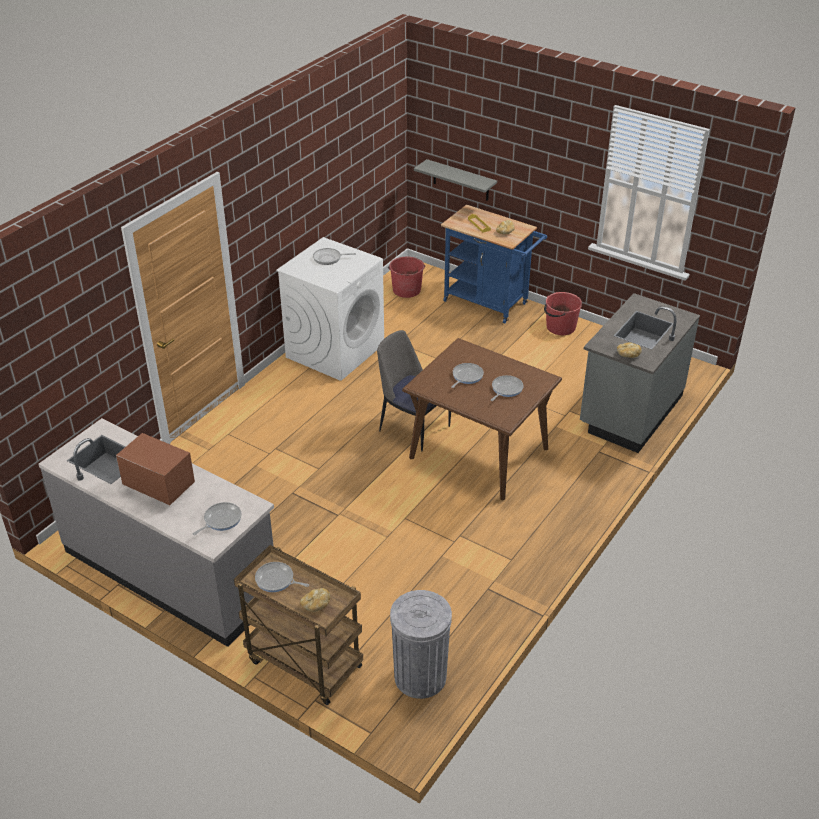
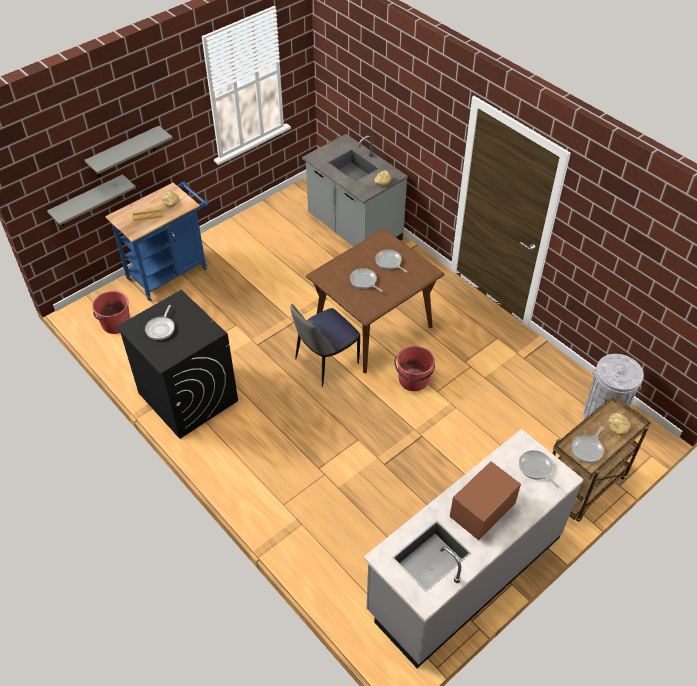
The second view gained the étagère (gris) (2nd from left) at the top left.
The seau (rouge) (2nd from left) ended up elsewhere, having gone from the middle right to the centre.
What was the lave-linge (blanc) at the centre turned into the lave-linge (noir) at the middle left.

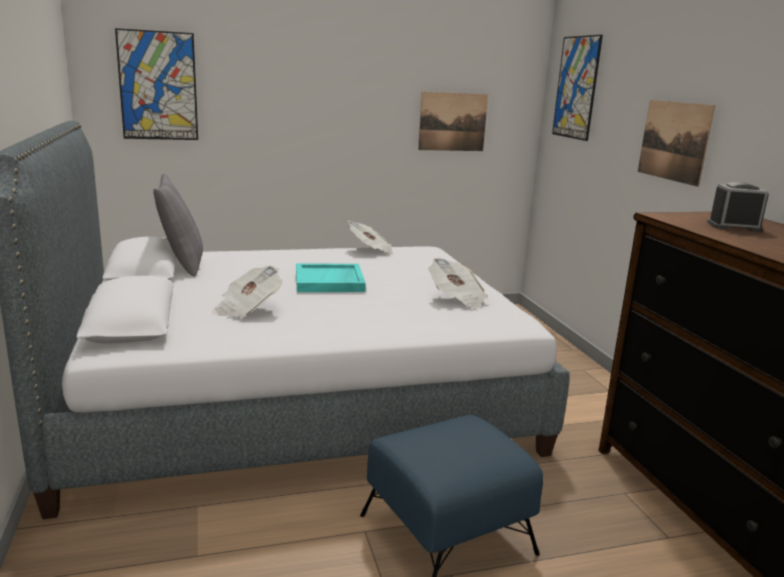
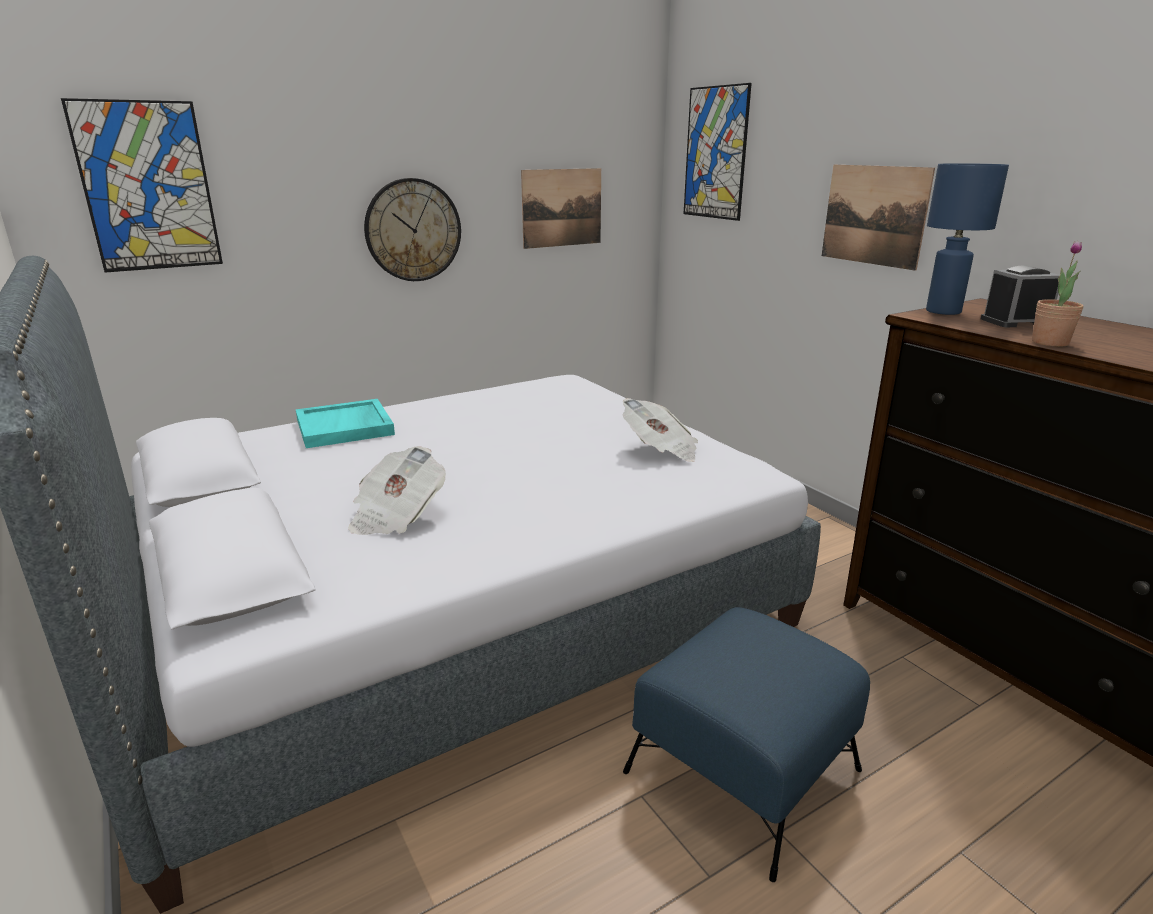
The second view lost the coussin (gris) at the middle left.
The second view lost the journal (2nd from left) at the centre.
The second view gained the horloge murale at the top centre.
The second view gained the lampe de table (bleu) at the top right.
The second view gained the plante en pot at the top right.
The plateau (turquoise) ended up elsewhere, having gone from the centre to the middle left.

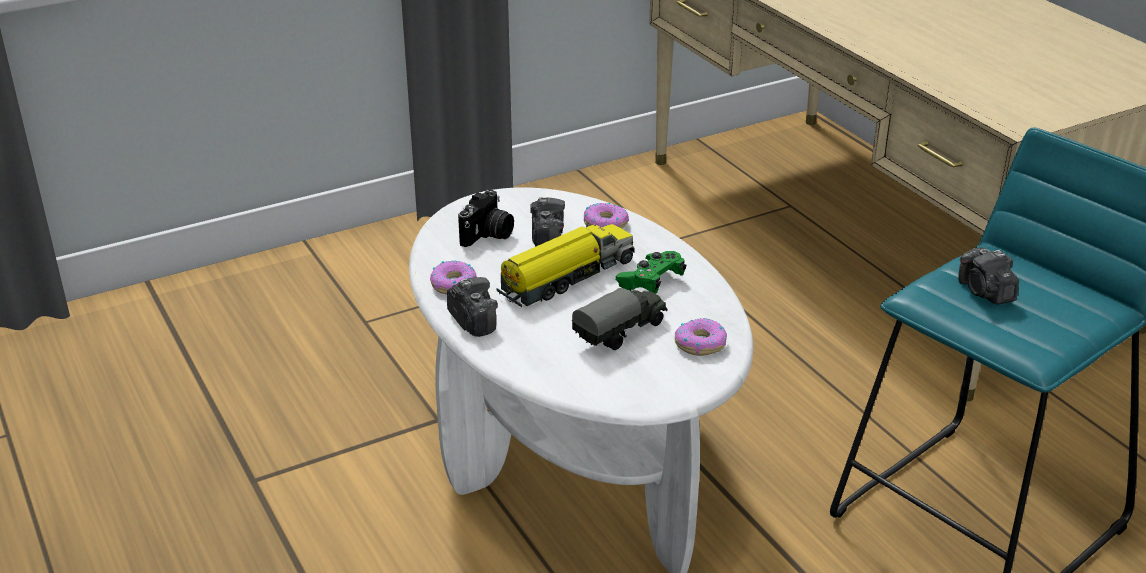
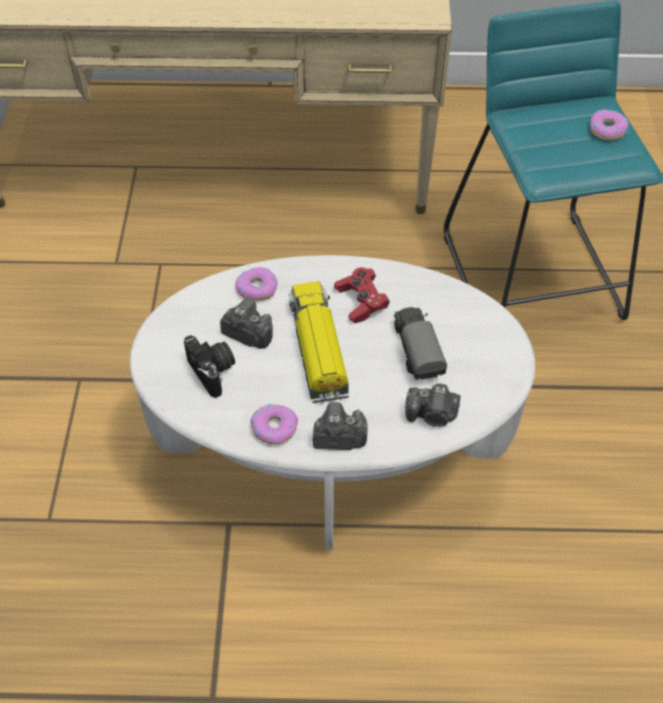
The beignet (3rd from left) ended up elsewhere, having gone from the centre to the top right.
The appareil photo (4th from left) ended up elsewhere, having gone from the middle right to the centre.
What was the manette (vert) at the centre turned into the manette (rouge) at the centre.

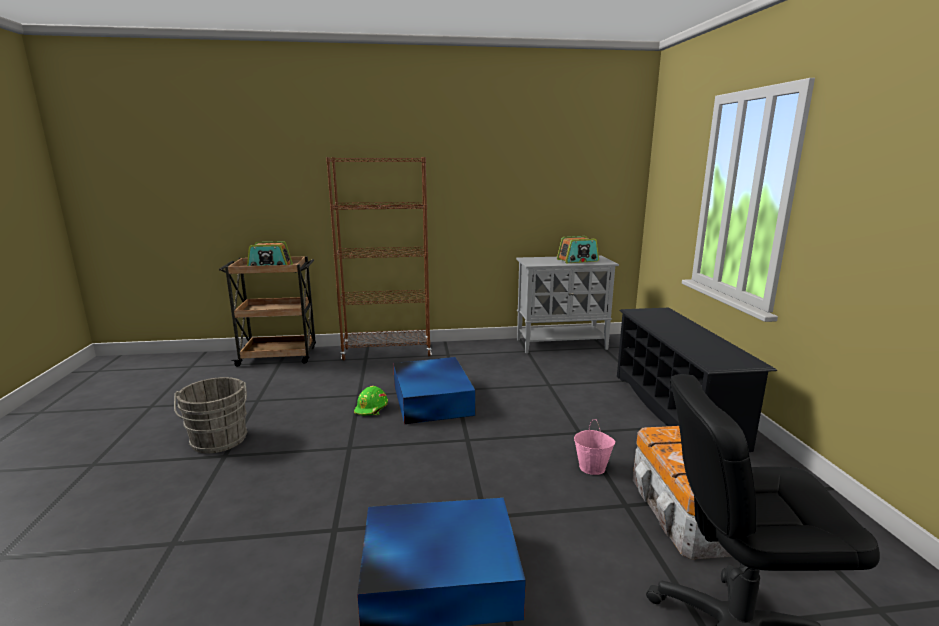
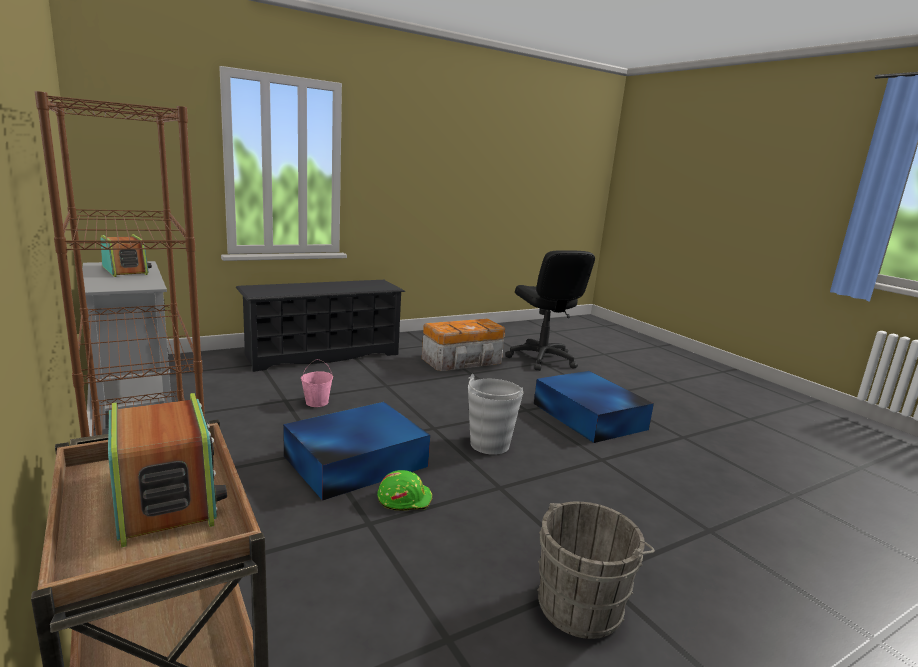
The second view gained the seau (gris) (1st from left) at the centre.
The seau (rose) ended up elsewhere, having gone from the bottom centre to the centre.

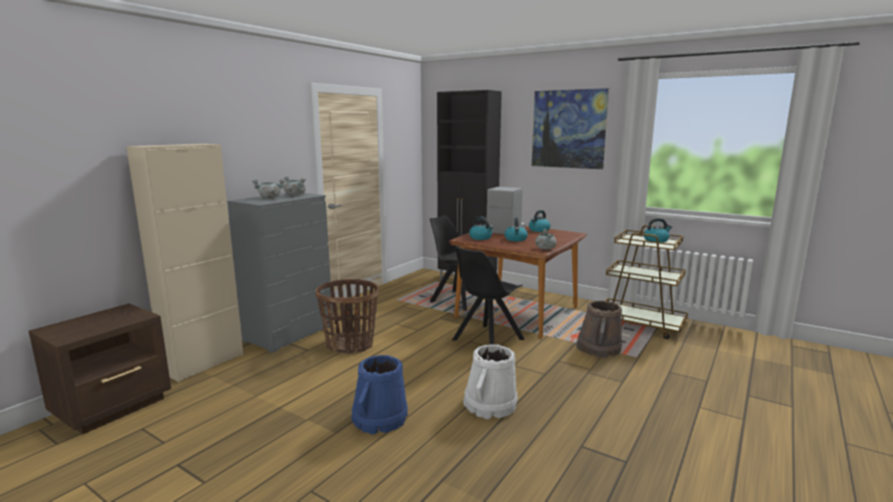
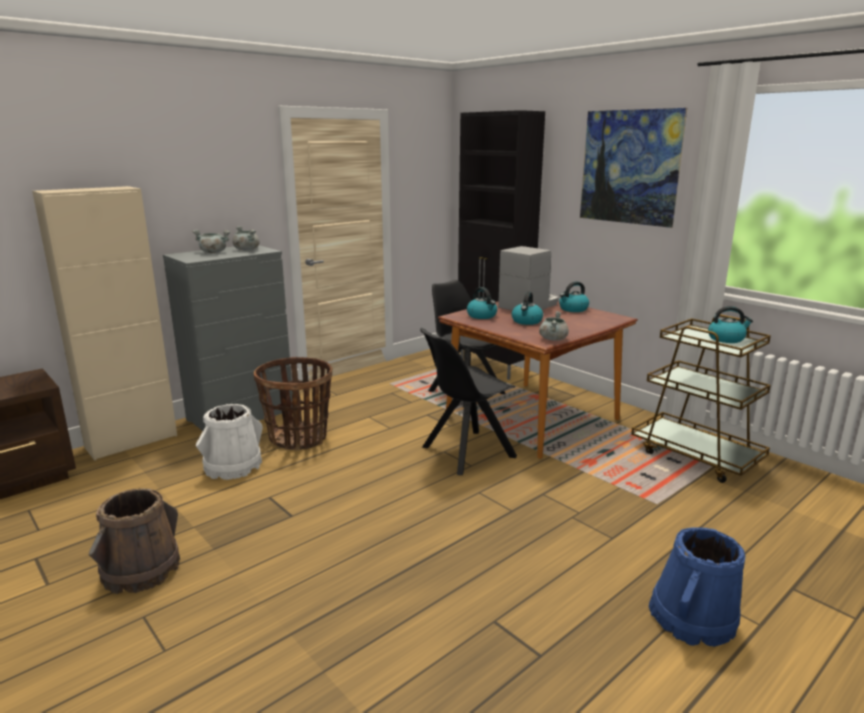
The seau (bleu) ended up elsewhere, having gone from the bottom centre to the bottom right.
The seau (blanc) ended up elsewhere, having gone from the bottom centre to the middle left.
The seau (marron) ended up elsewhere, having gone from the middle right to the bottom left.

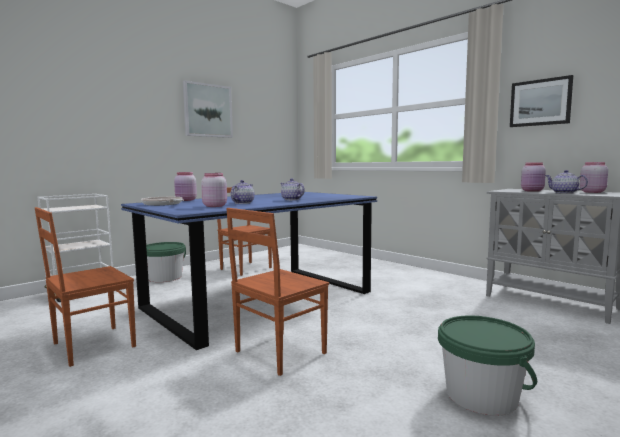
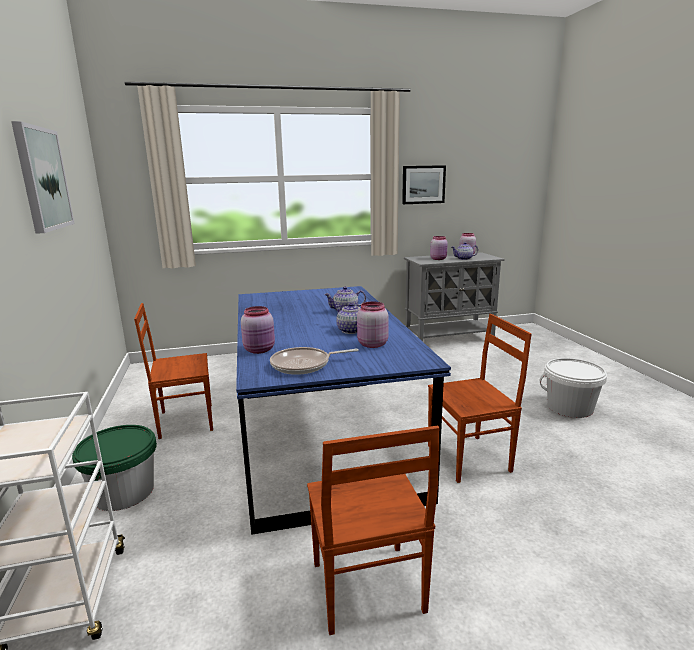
What was the seau (vert) (2nd from left) at the bottom right turned into the seau (blanc) at the middle right.
The chaise (marron) (3rd from left) at the bottom centre ended up facing another way, 90 degrees counterclockwise from before.

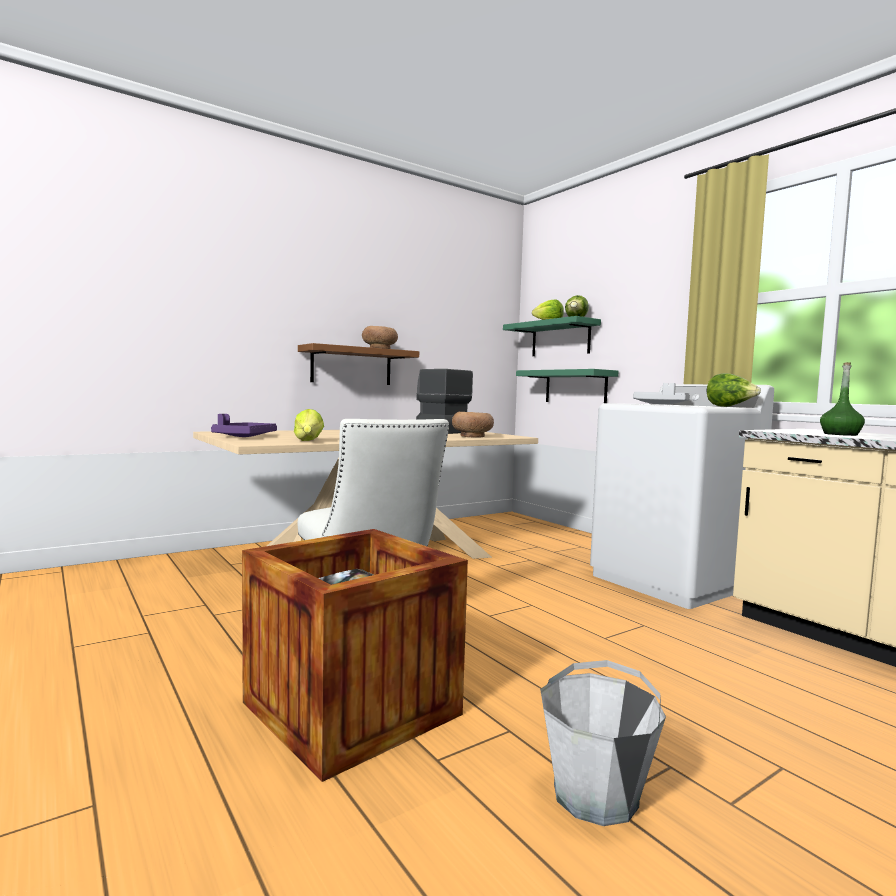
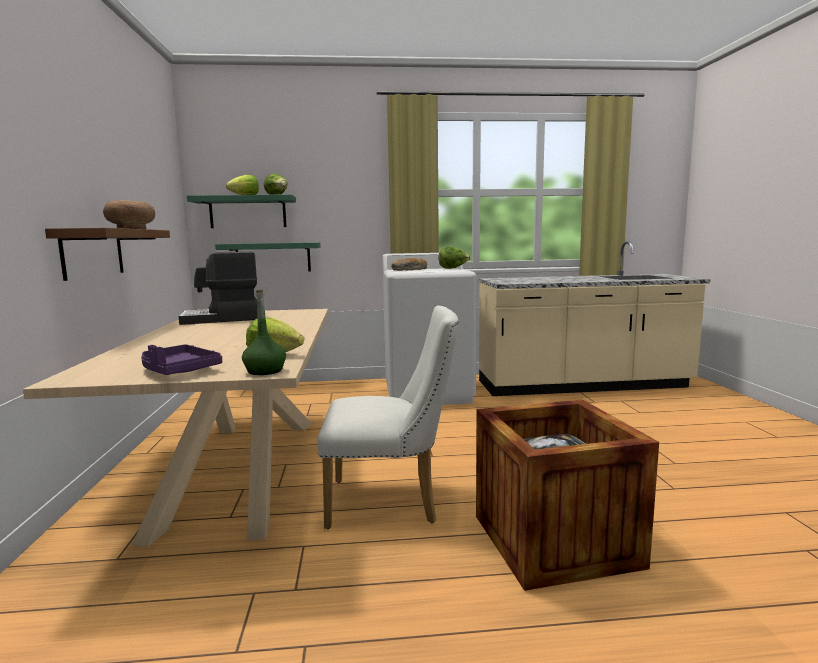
The second view lost the bol (marron) (2nd from left) at the centre.
The second view lost the seau (gris) at the bottom right.
The bouteille (vert) ended up elsewhere, having gone from the middle right to the middle left.
Where the plateau (gris) stood at the middle right, the pain came to stand at the centre.

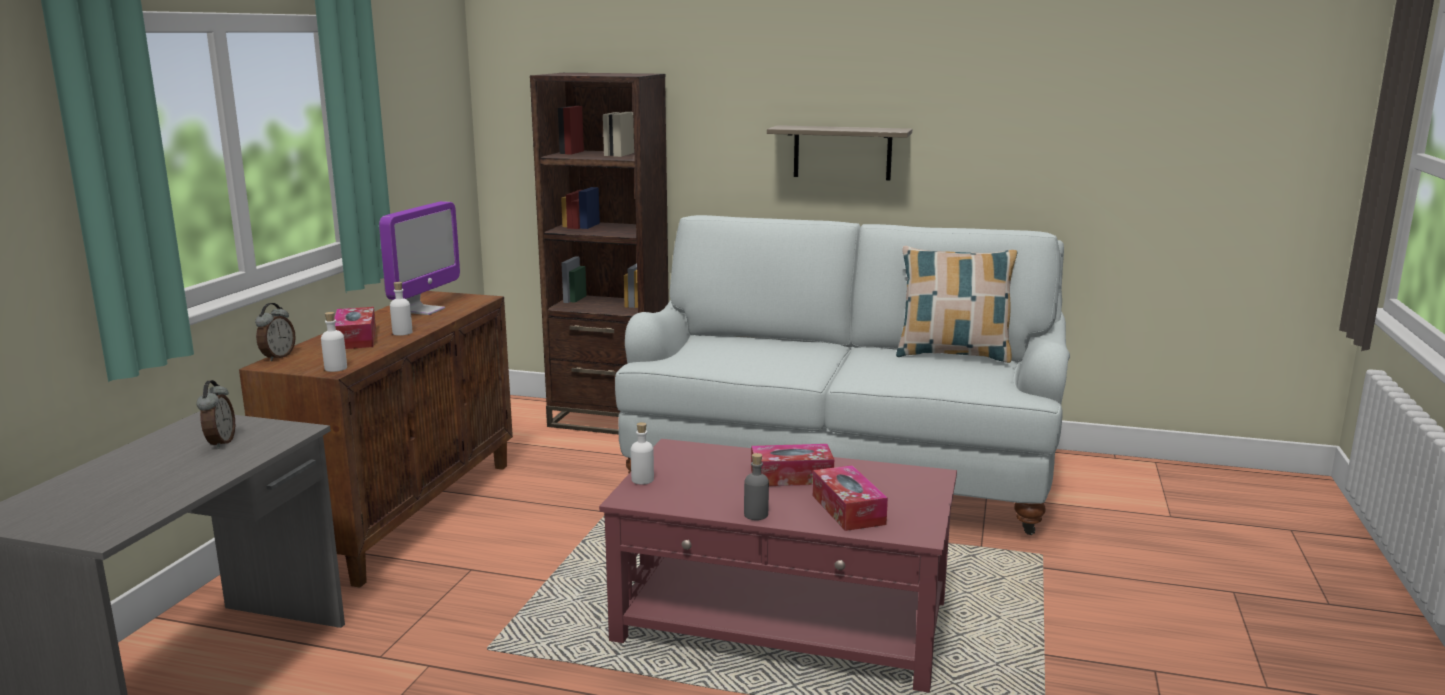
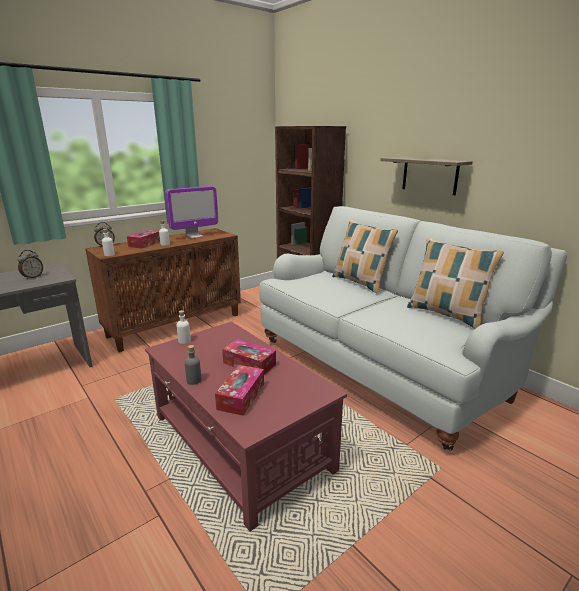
The second view gained the coussin (1st from left) at the centre.

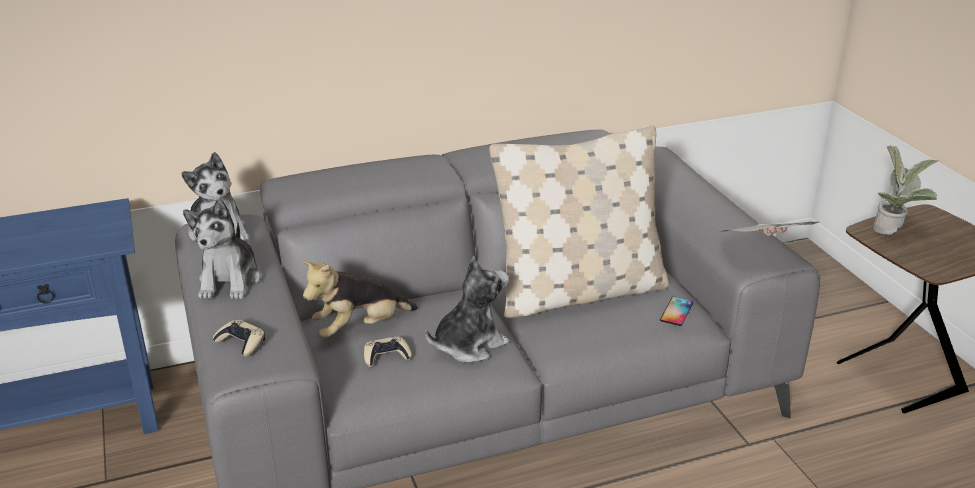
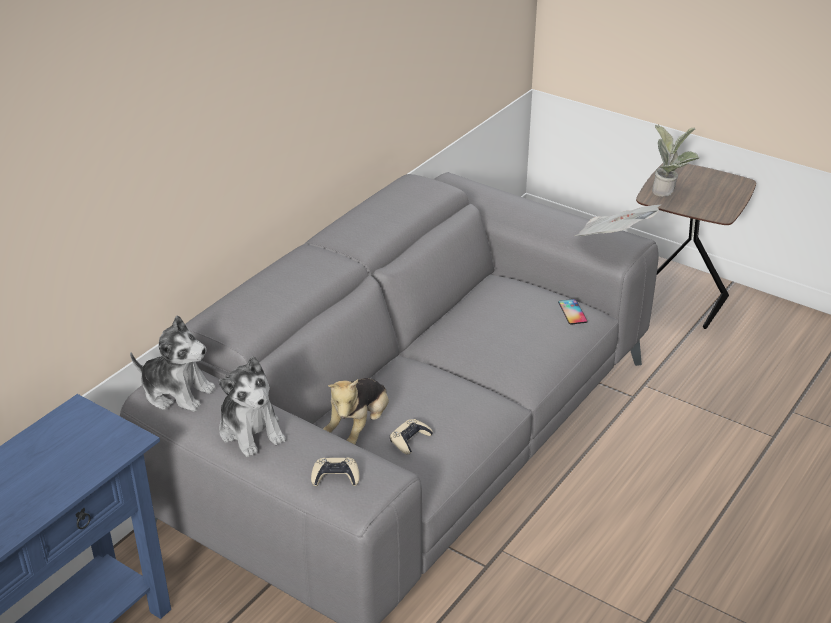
The second view lost the peluche (4th from left) at the centre.
The second view lost the coussin (beige) at the centre.

